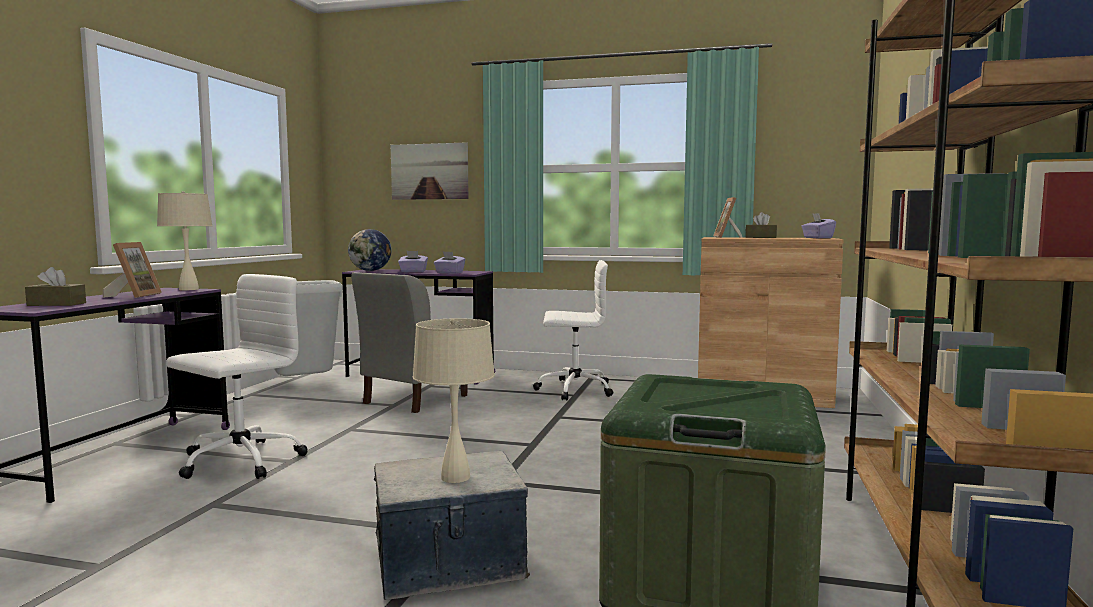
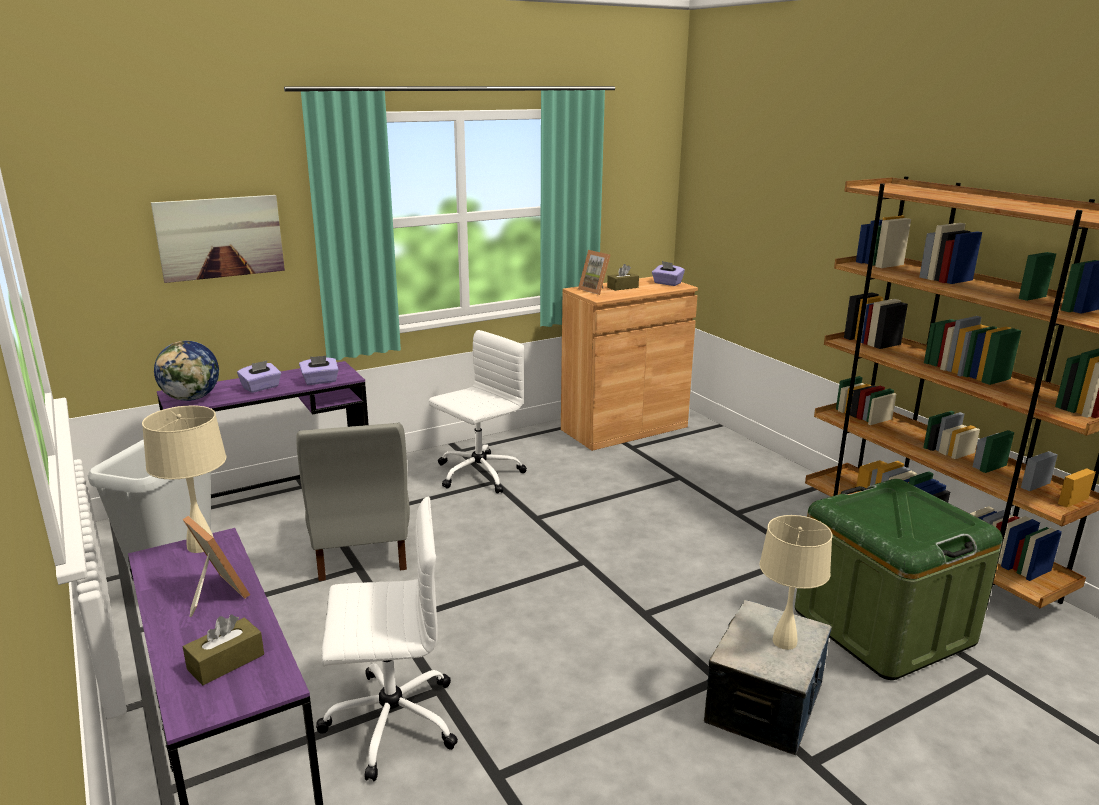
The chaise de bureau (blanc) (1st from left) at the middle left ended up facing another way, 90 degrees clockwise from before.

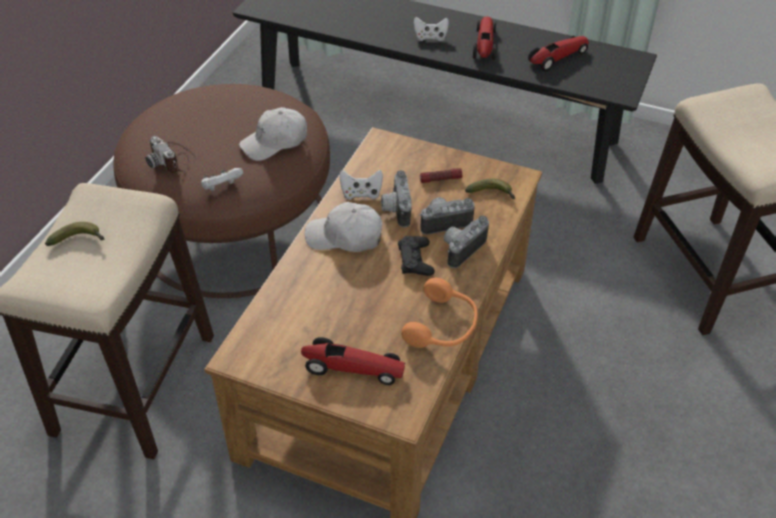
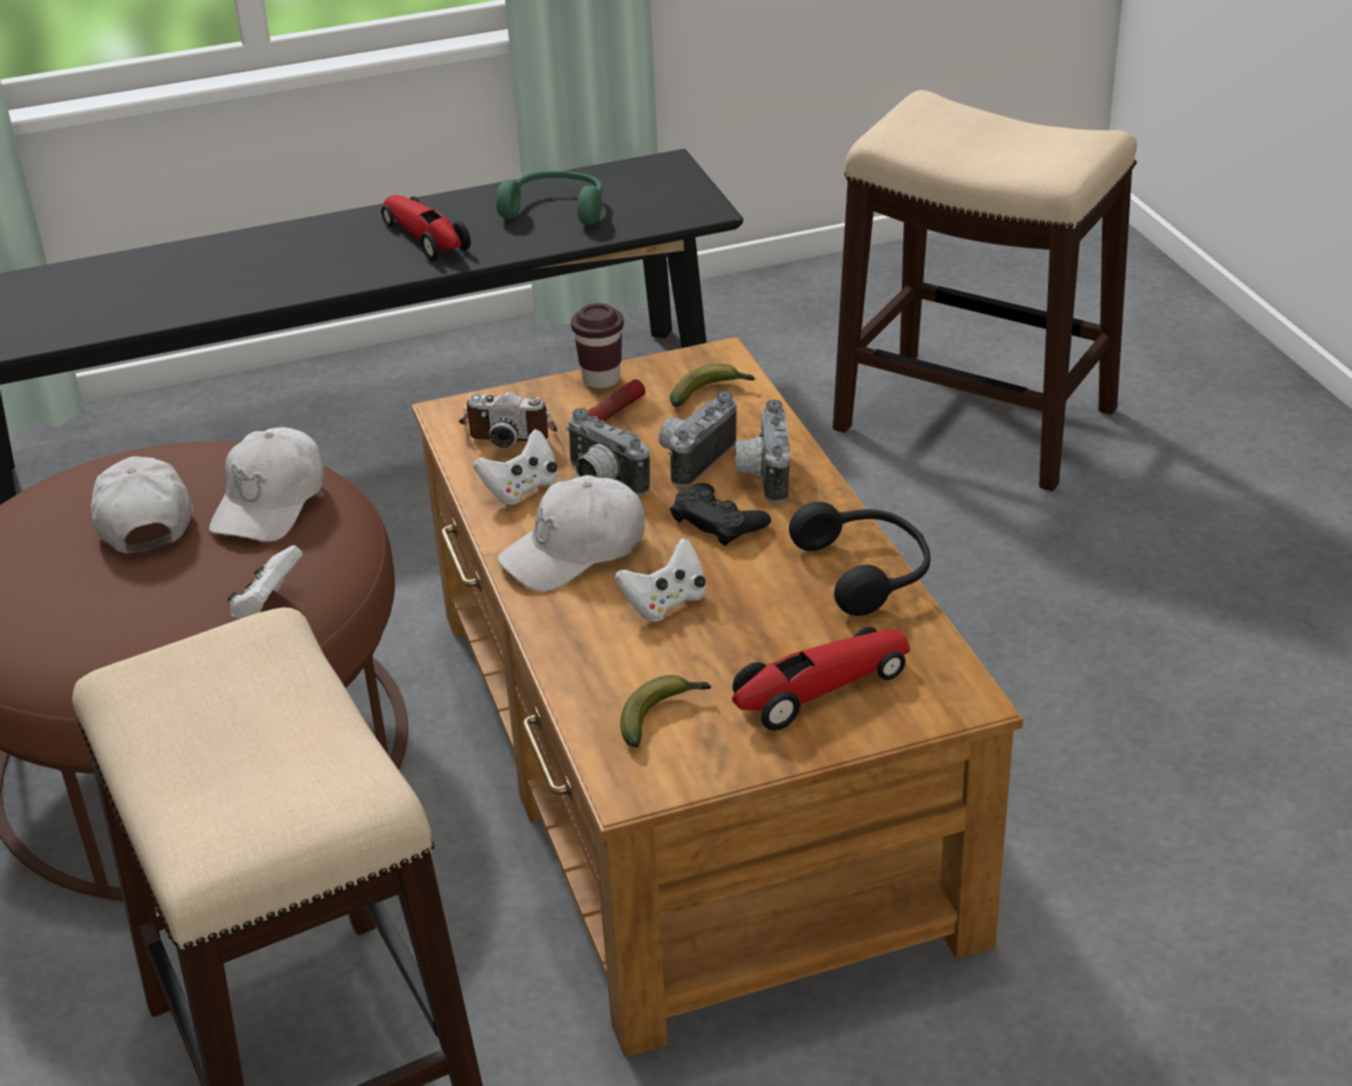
The second view gained the casquette (blanc) (1st from left) at the middle left.
The second view gained the tasse (marron) at the top centre.
The banane (1st from left) ended up elsewhere, having gone from the middle left to the centre.
The appareil photo (1st from left) ended up elsewhere, having gone from the top left to the centre.
The manette (blanc) (3rd from left) ended up elsewhere, having gone from the top centre to the centre.
Where the petite voiture (3rd from left) stood at the top right, the casque audio (vert) came to stand at the top centre.
What was the casque audio (orange) at the centre turned into the casque audio (noir) at the centre.

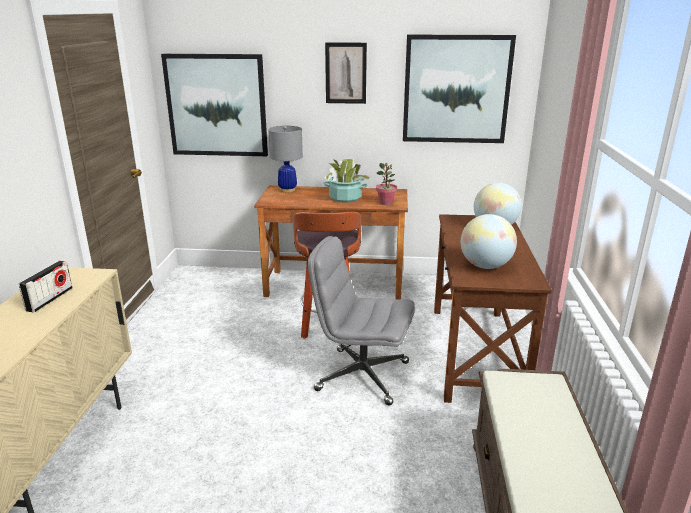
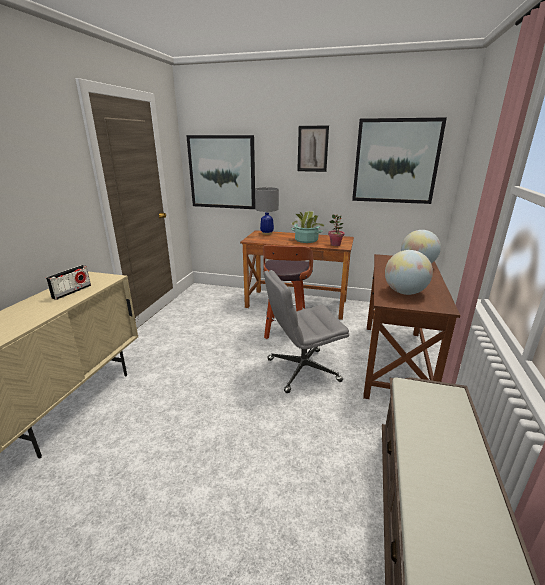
The chaise de bureau (gris) at the centre ended up facing another way, 45 degrees counterclockwise from before.

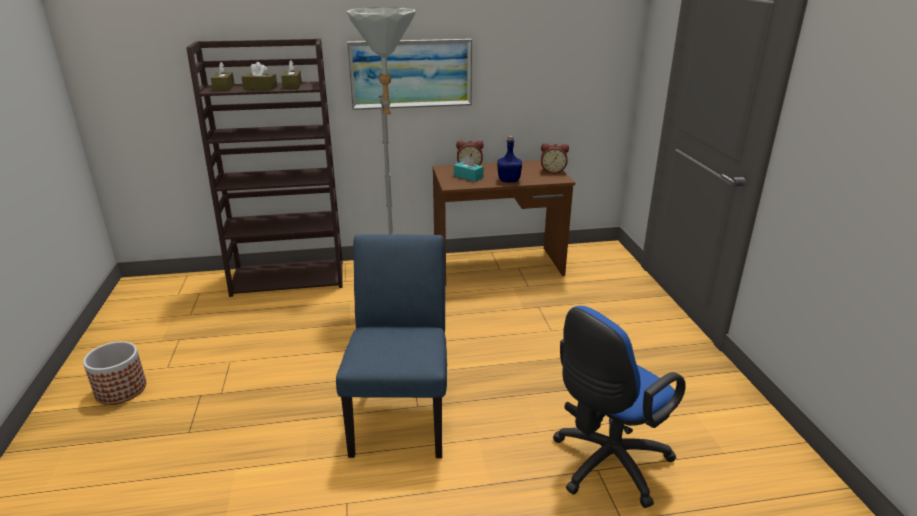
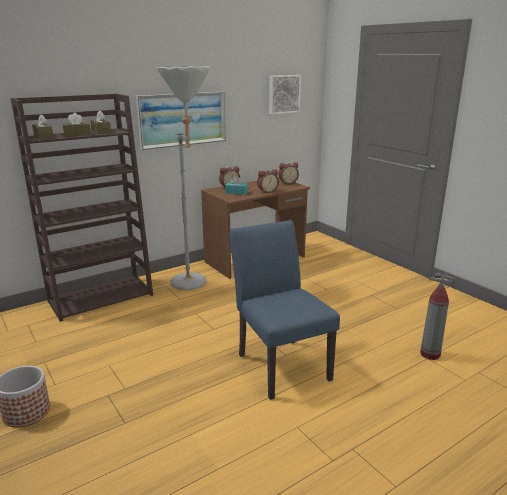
The second view gained the tableau (2nd from left) at the top centre.
Where the bouteille (bleu) stood at the top centre, the réveil (2nd from left) came to stand at the centre.
Where the chaise de bureau (bleu) stood at the bottom right, the extincteur came to stand at the middle right.

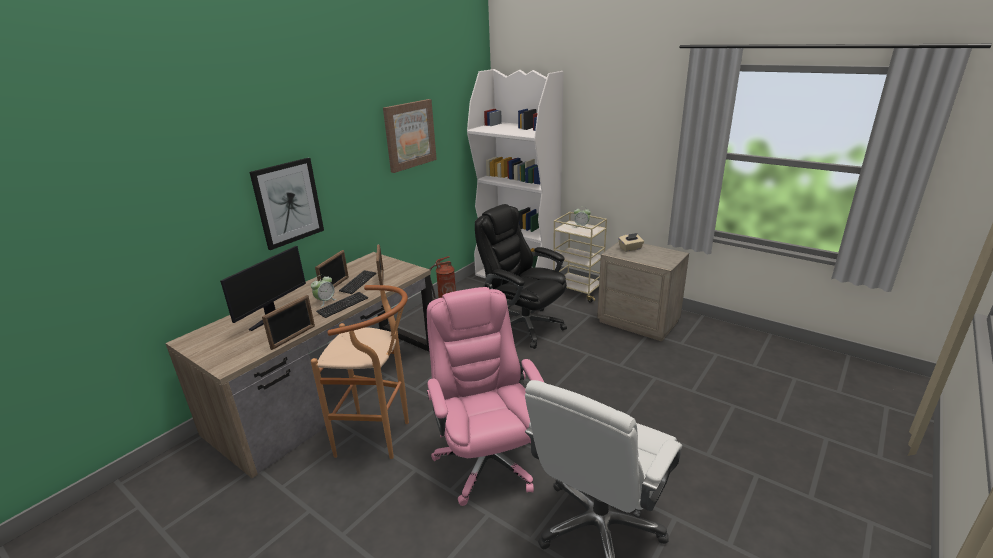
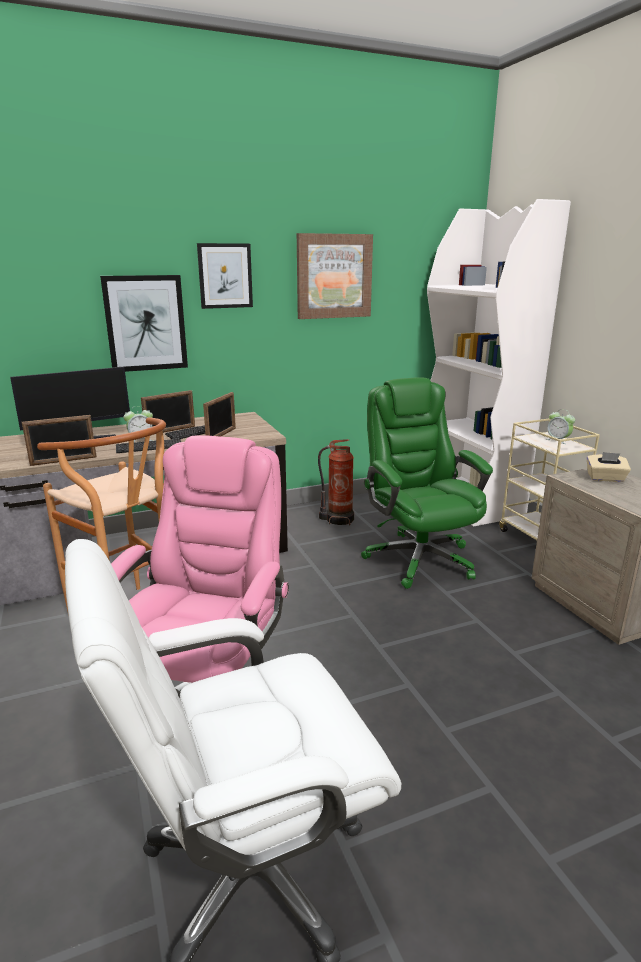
The second view gained the tableau (2nd from left) at the top centre.
What was the chaise de bureau (noir) at the centre turned into the chaise de bureau (vert) at the centre.

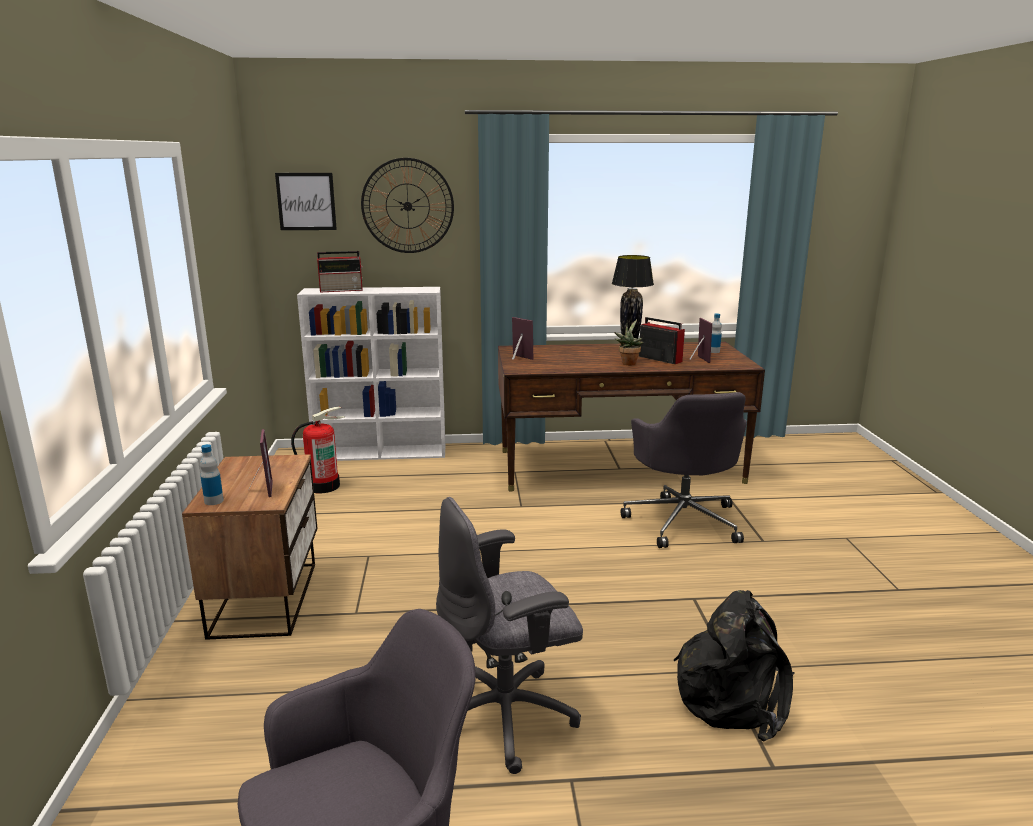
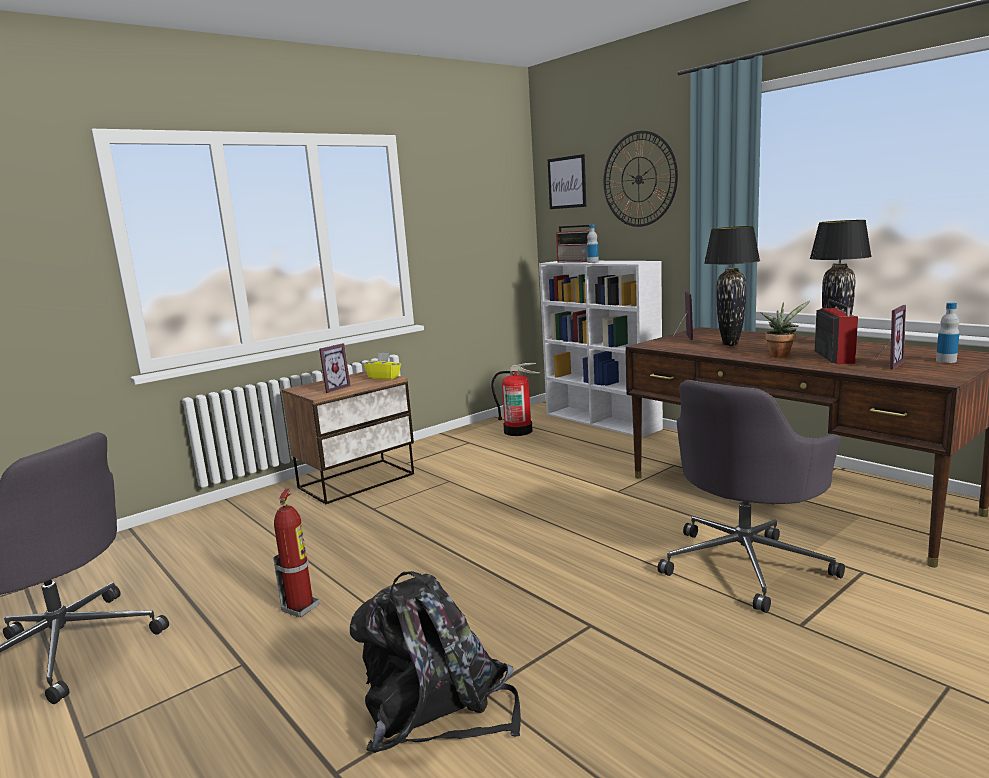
The second view gained the boîte à mouchoirs (jaune) at the centre.
The second view gained the lampe de table (noir) (1st from left) at the middle right.
The bouteille (1st from left) ended up elsewhere, having gone from the middle left to the top centre.
Where the chaise de bureau (gris) (2nd from left) stood at the bottom centre, the extincteur (1st from left) came to stand at the bottom left.

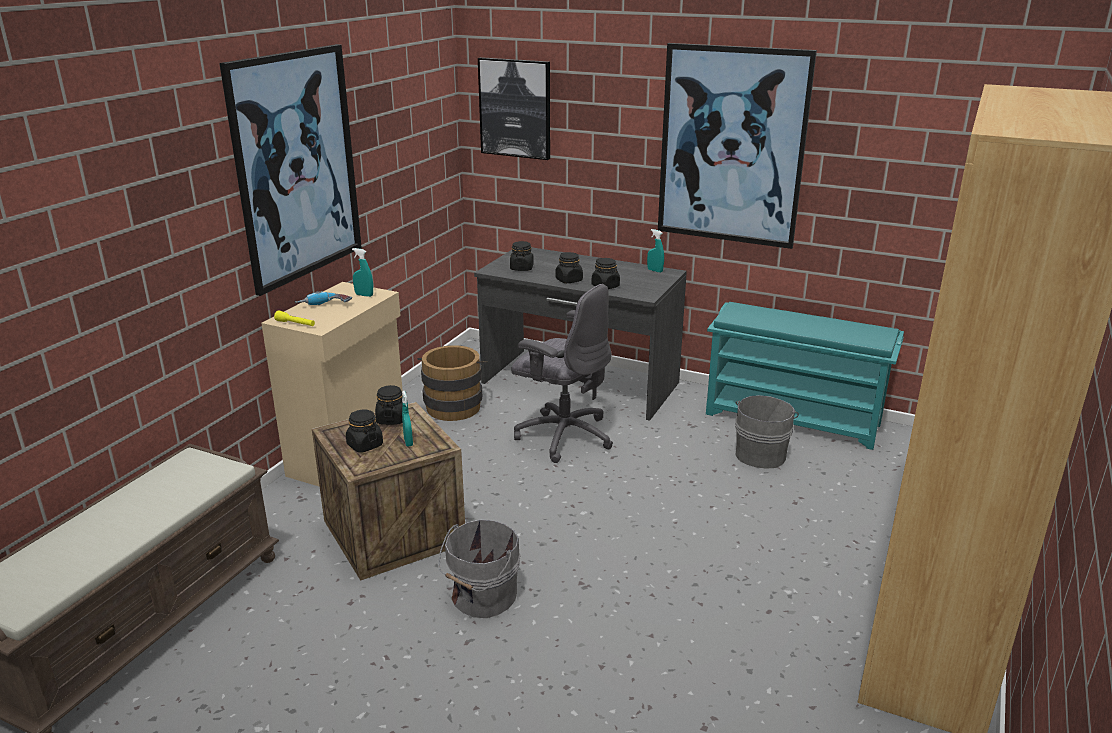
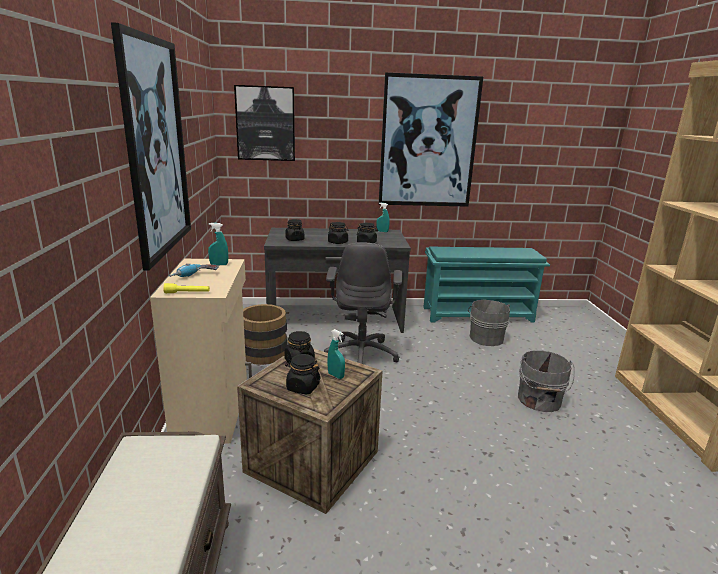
The seau (gris) (1st from left in the first image) ended up elsewhere, having gone from the bottom centre to the middle right.
The chaise de bureau (gris) at the centre ended up facing another way, 90 degrees clockwise from before.

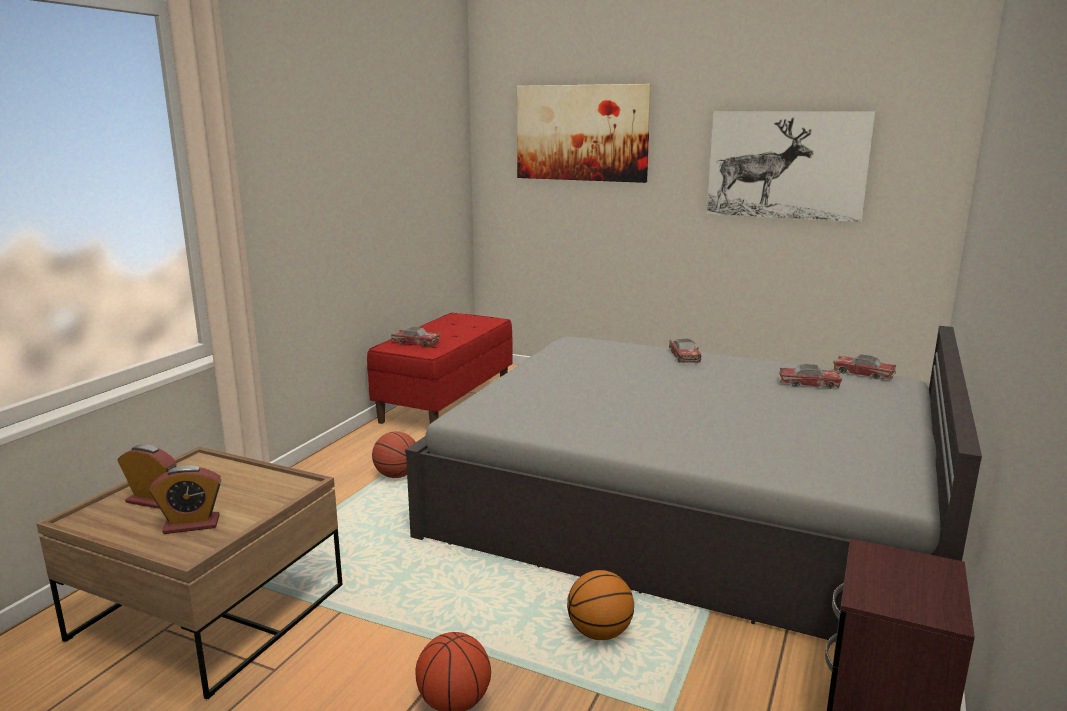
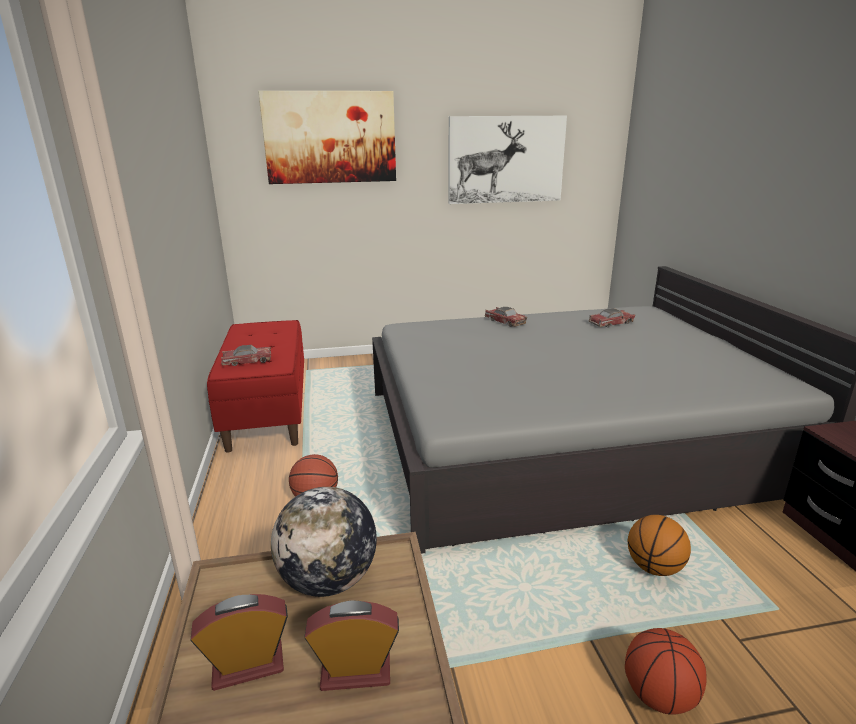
The second view lost the petite voiture (4th from left) at the middle right.
The second view gained the globe at the bottom centre.
The réveil (2nd from left) at the bottom left ended up facing another way, 135 degrees counterclockwise from before.

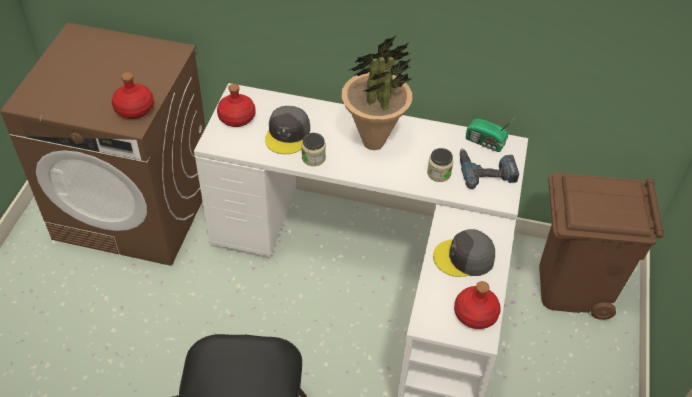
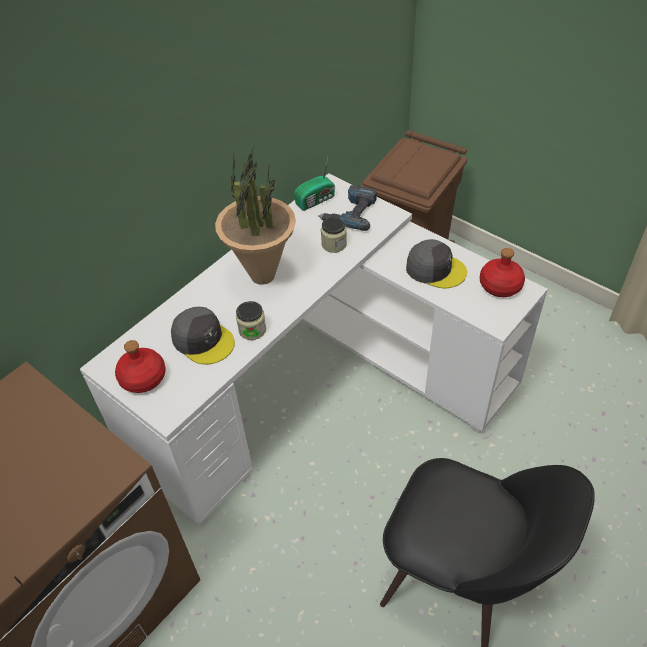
The second view lost the bouteille (rouge) (1st from left) at the top left.
The casquette (gris) (2nd from left) at the middle right ended up facing another way, 90 degrees counterclockwise from before.

